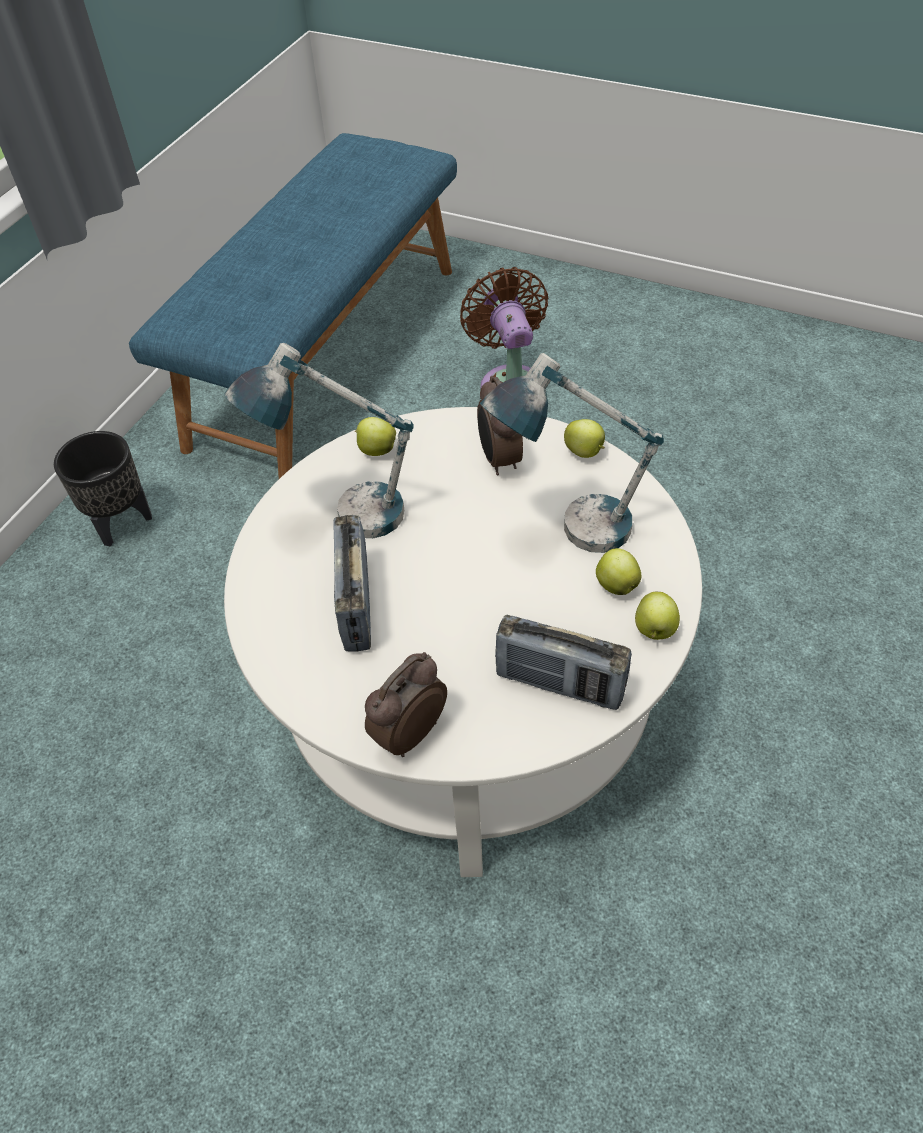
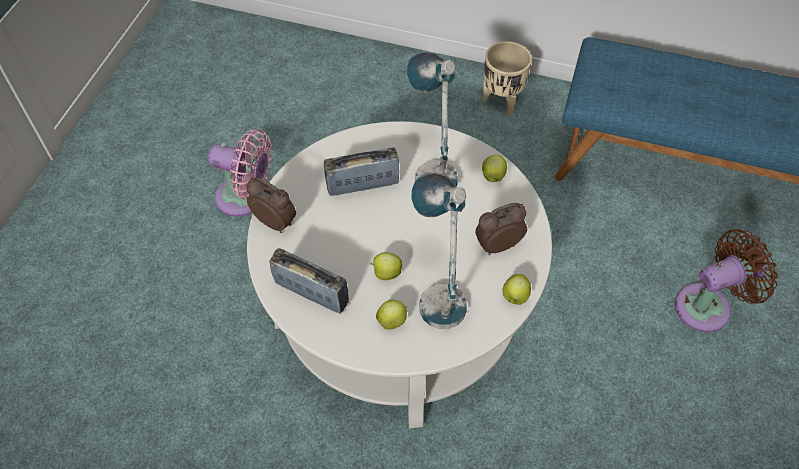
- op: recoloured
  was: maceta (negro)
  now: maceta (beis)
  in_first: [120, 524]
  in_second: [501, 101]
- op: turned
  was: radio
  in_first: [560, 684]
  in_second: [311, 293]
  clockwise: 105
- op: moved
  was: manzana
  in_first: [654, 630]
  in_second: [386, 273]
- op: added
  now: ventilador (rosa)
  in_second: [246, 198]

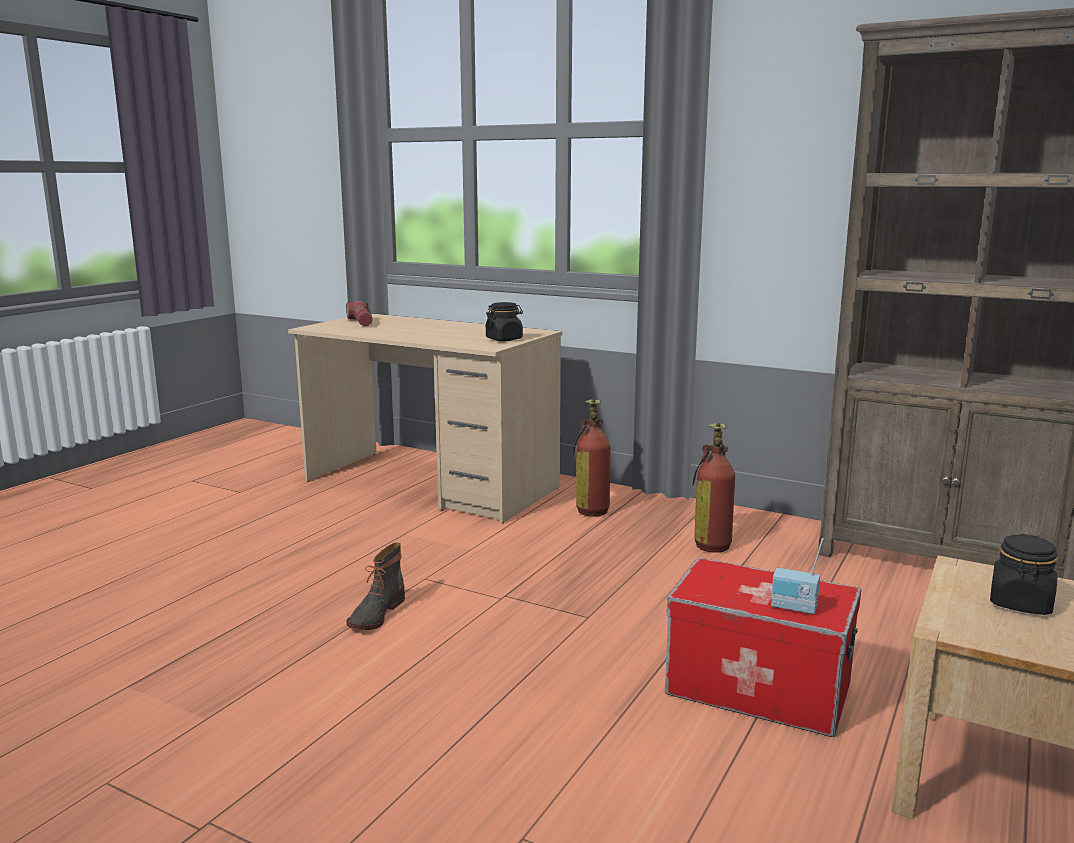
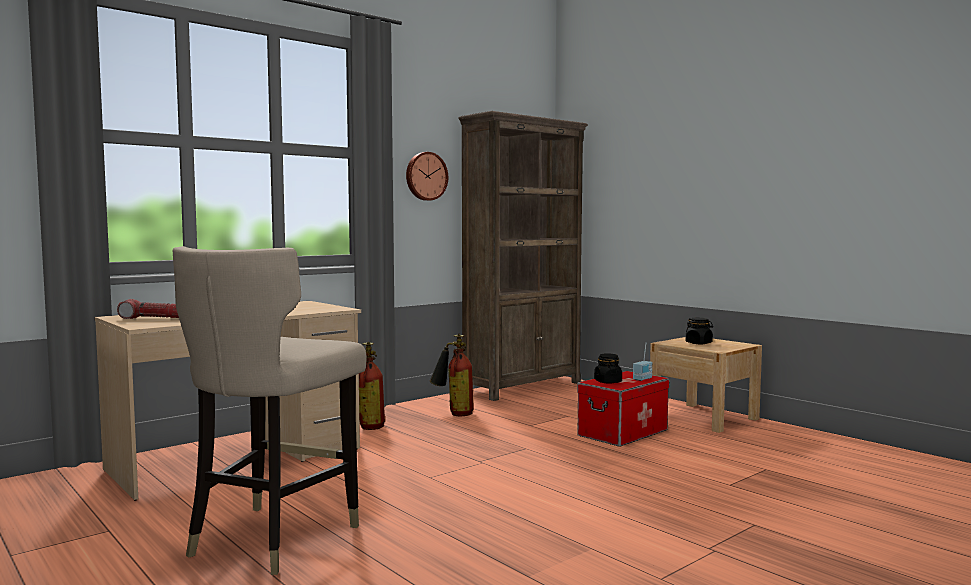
- op: removed
  was: bota
  in_first: [375, 614]
- op: moved
  was: tarro (negro)
  in_first: [504, 339]
  in_second: [607, 381]
- op: added
  now: taburete (beis)
  in_second: [272, 538]
- op: added
  now: reloj de pared
  in_second: [425, 176]

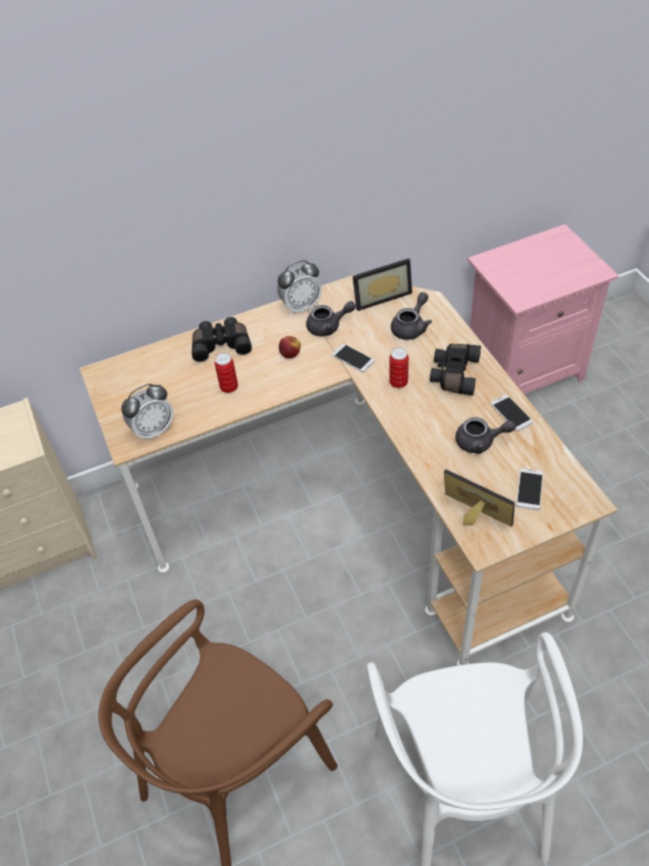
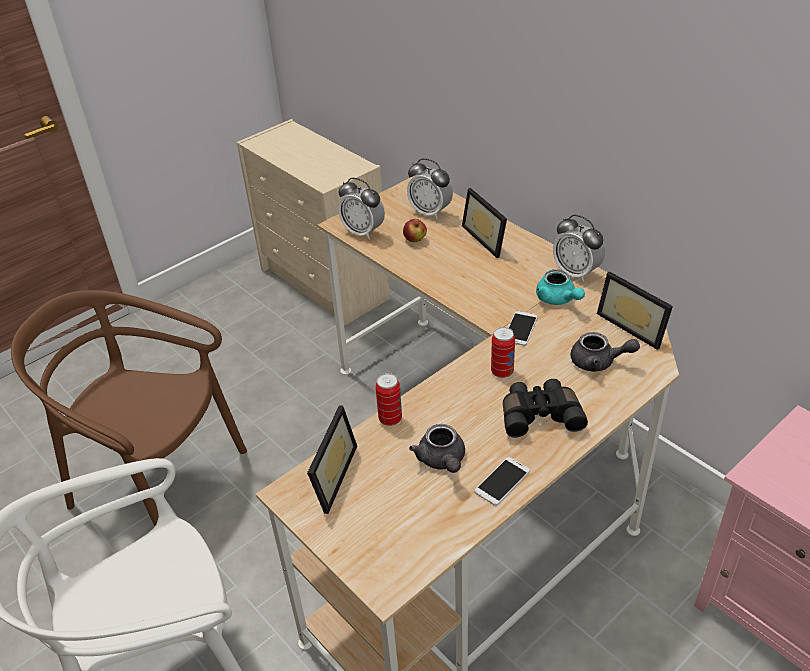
- op: replaced
  was: prismáticos (negro)
  now: portarretratos
  in_first: [221, 344]
  in_second: [489, 238]
- op: moved
  was: lata
  in_first: [229, 387]
  in_second: [390, 419]
- op: moved
  was: manzana
  in_first: [290, 354]
  in_second: [415, 240]
- op: recoloured
  was: tetera (gris)
  now: tetera (turquesa)
  in_first: [328, 326]
  in_second: [558, 299]
- op: removed
  was: móvil
  in_first: [529, 489]
- op: added
  now: despertador
  in_second: [430, 212]

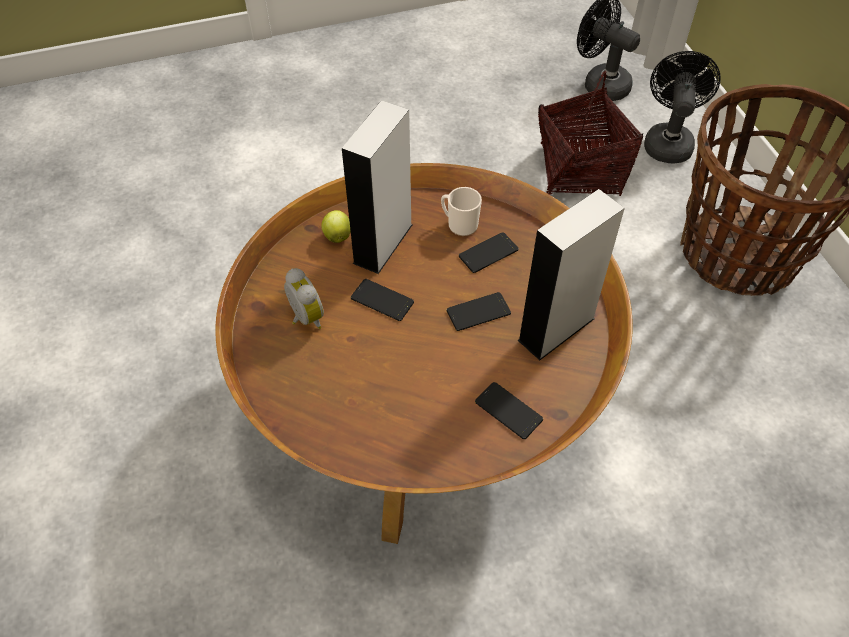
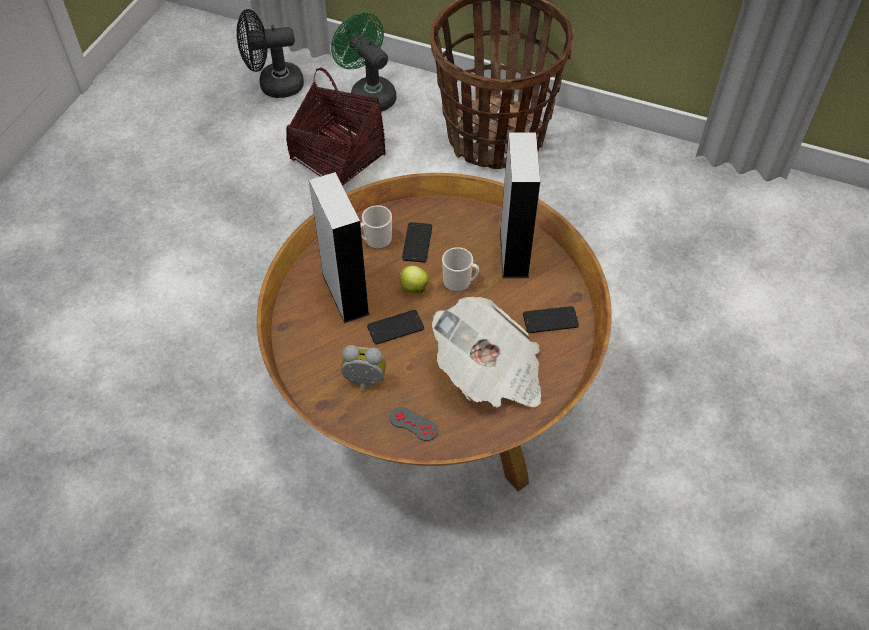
- op: moved
  was: manzana
  in_first: [337, 236]
  in_second: [413, 288]
- op: replaced
  was: móvil
  now: taza grande
  in_first: [478, 312]
  in_second: [460, 282]
- op: recoloured
  was: ventilador (negro)
  now: ventilador (verde)
  in_first: [668, 141]
  in_second: [368, 94]
- op: added
  now: mando de consola (gris)
  in_second: [413, 424]
- op: added
  now: periódico
  in_second: [490, 373]

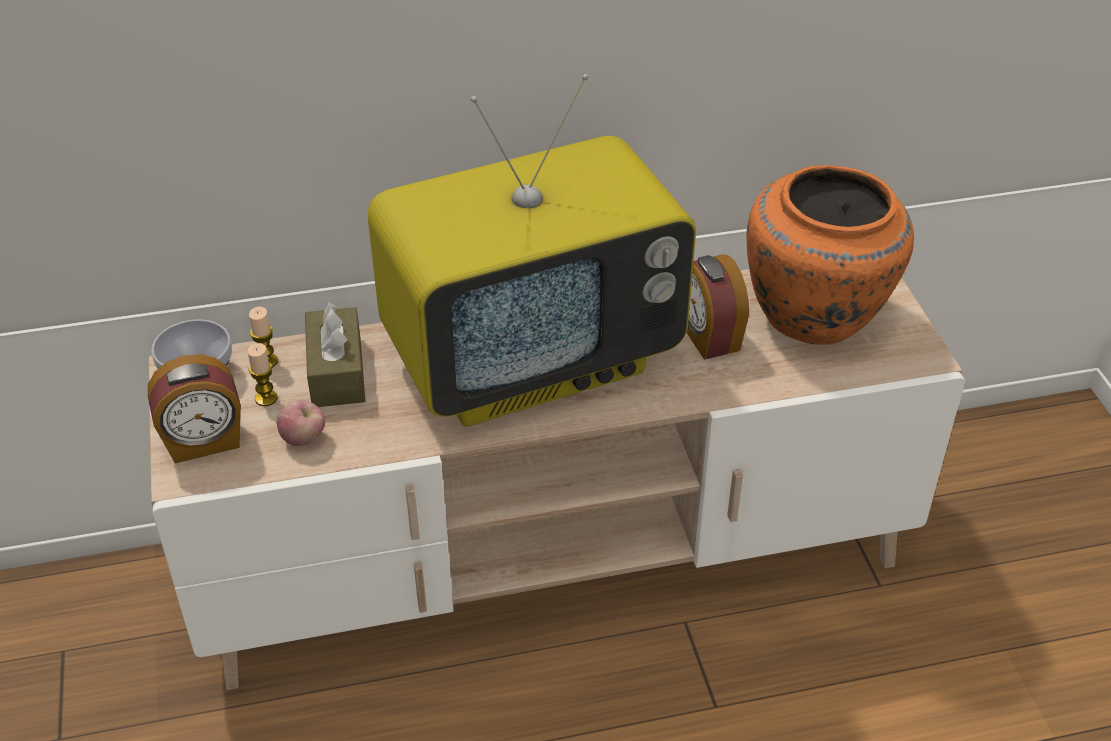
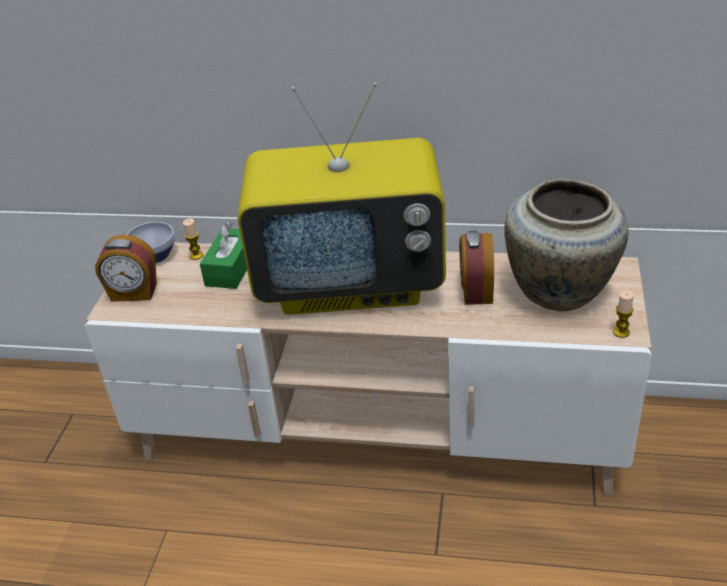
- op: moved
  was: vela
  in_first: [266, 398]
  in_second: [621, 332]
- op: removed
  was: manzana
  in_first: [303, 439]
- op: recoloured
  was: caja de pañuelos (marrón)
  now: caja de pañuelos (verde)
  in_first: [337, 372]
  in_second: [231, 269]
- op: recoloured
  was: florero (naranja)
  now: florero (beis)
  in_first: [816, 318]
  in_second: [560, 293]

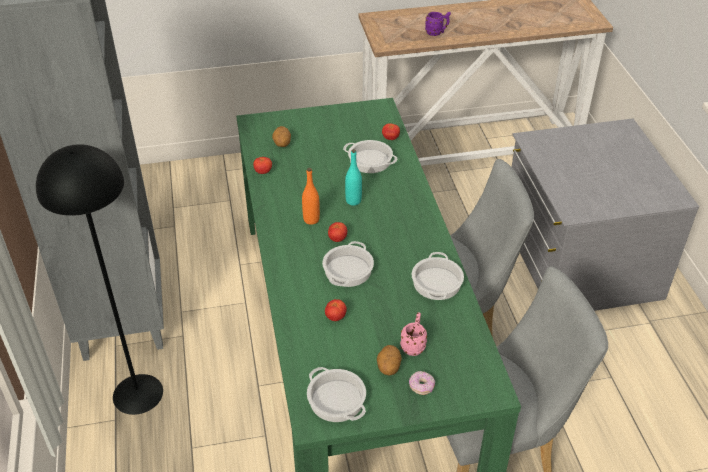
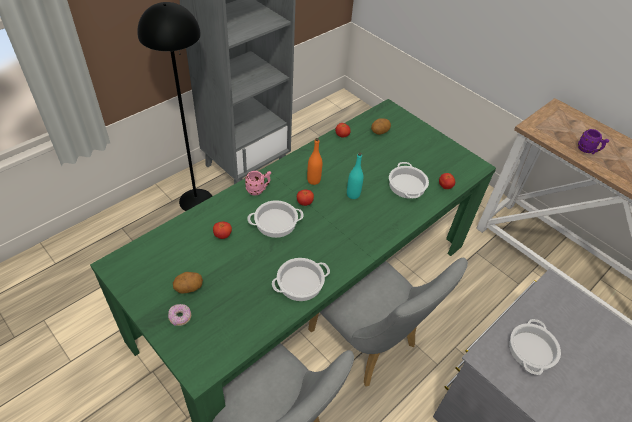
- op: moved
  was: olla
  in_first: [335, 400]
  in_second: [531, 349]
- op: moved
  was: taza grande (rosa)
  in_first: [413, 345]
  in_second: [258, 190]

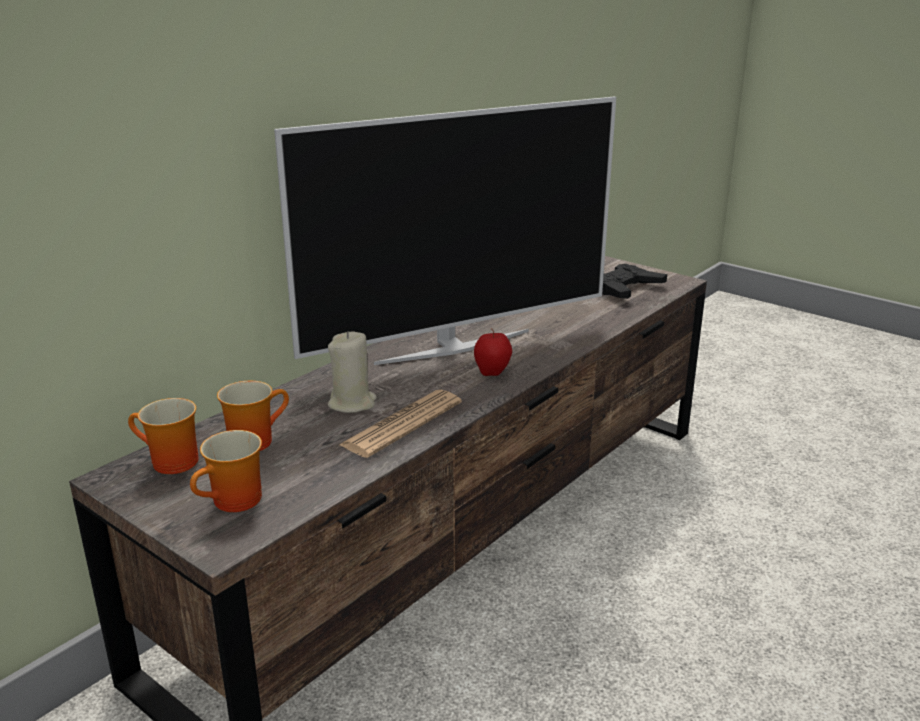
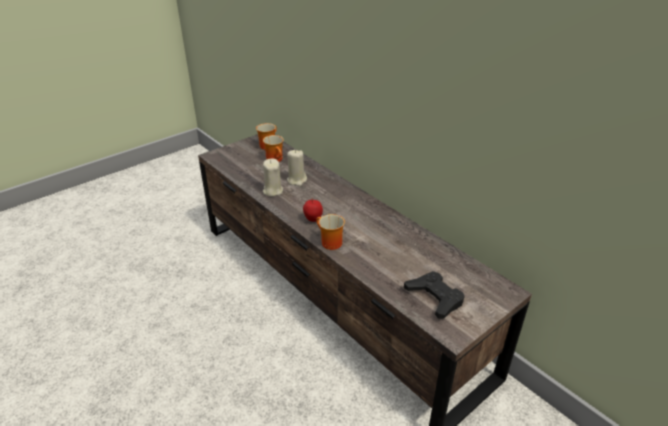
- op: moved
  was: taza grande
  in_first: [235, 503]
  in_second: [328, 243]
- op: removed
  was: televisor
  in_first: [452, 346]
- op: replaced
  was: periódico
  now: vela (beis)
  in_first: [402, 424]
  in_second: [272, 191]

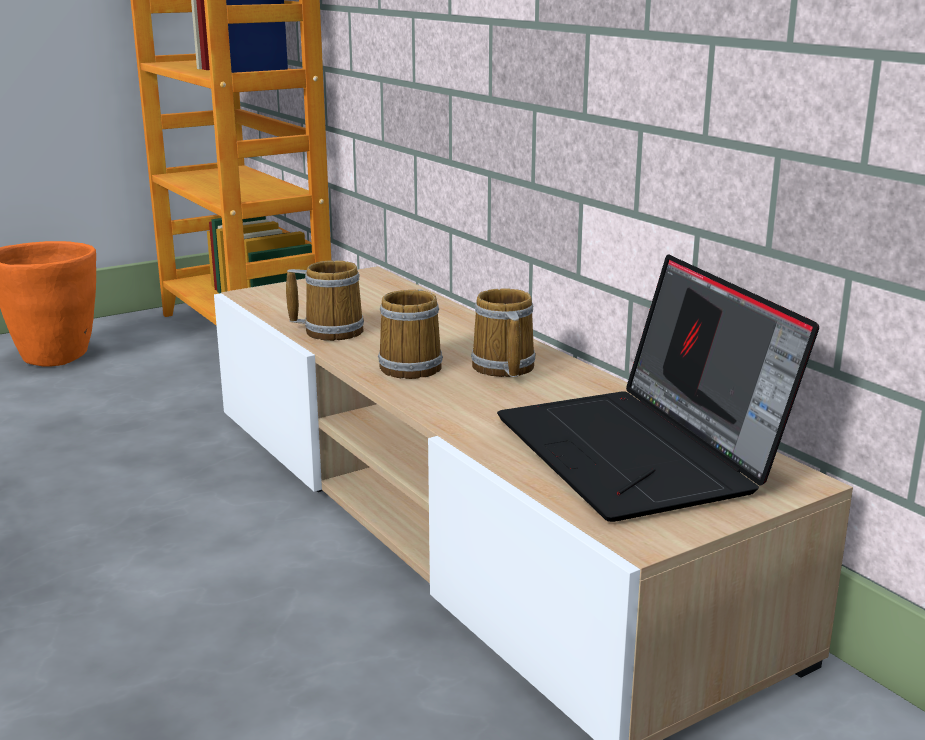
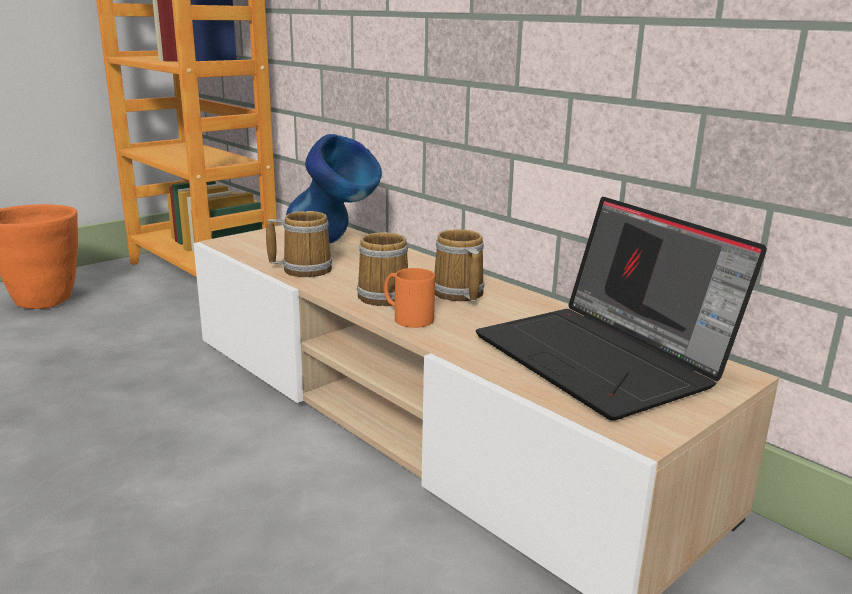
- op: added
  now: florero (azul)
  in_second: [333, 246]
- op: added
  now: taza grande (naranja)
  in_second: [406, 318]

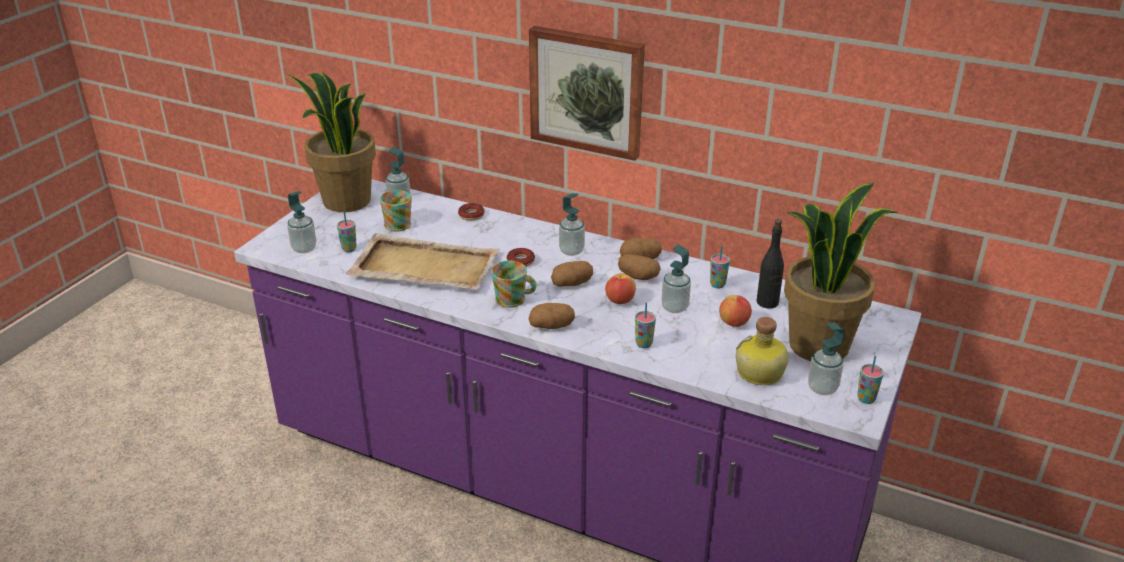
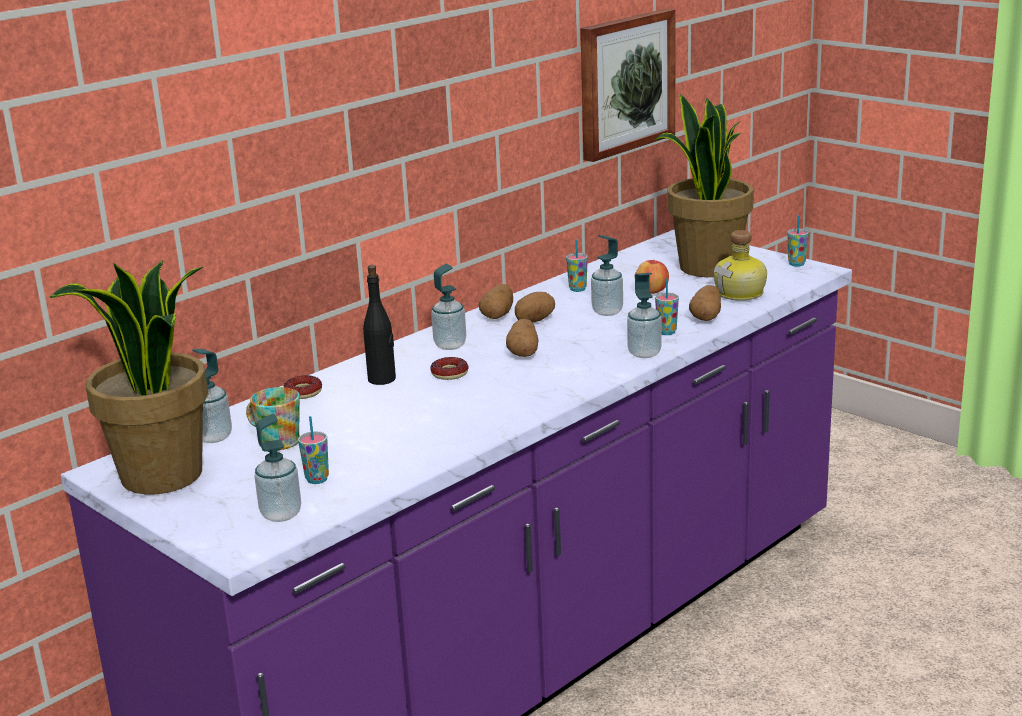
- op: removed
  was: bandeja (beis)
  in_first: [423, 266]
- op: removed
  was: taza grande
  in_first: [514, 300]
- op: moved
  was: cuadro
  in_first: [587, 91]
  in_second: [625, 83]
- op: moved
  was: patata
  in_first: [551, 326]
  in_second: [706, 317]
- op: removed
  was: manzana
  in_first: [620, 301]
- op: moved
  was: botella (negro)
  in_first: [767, 302]
  in_second: [382, 379]
- op: moved
  was: dispensador de jabón
  in_first: [822, 388]
  in_second: [644, 353]

